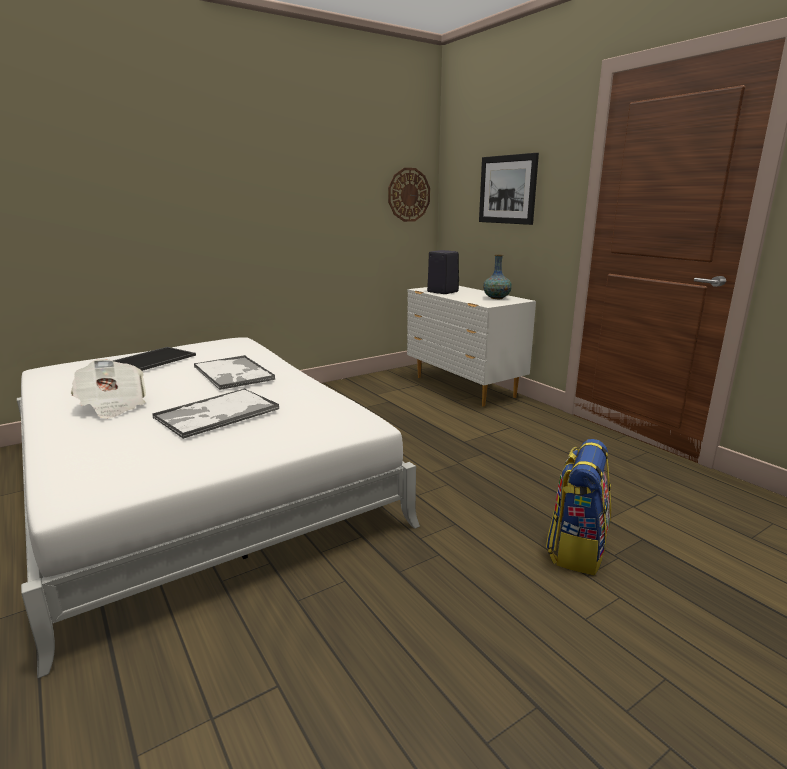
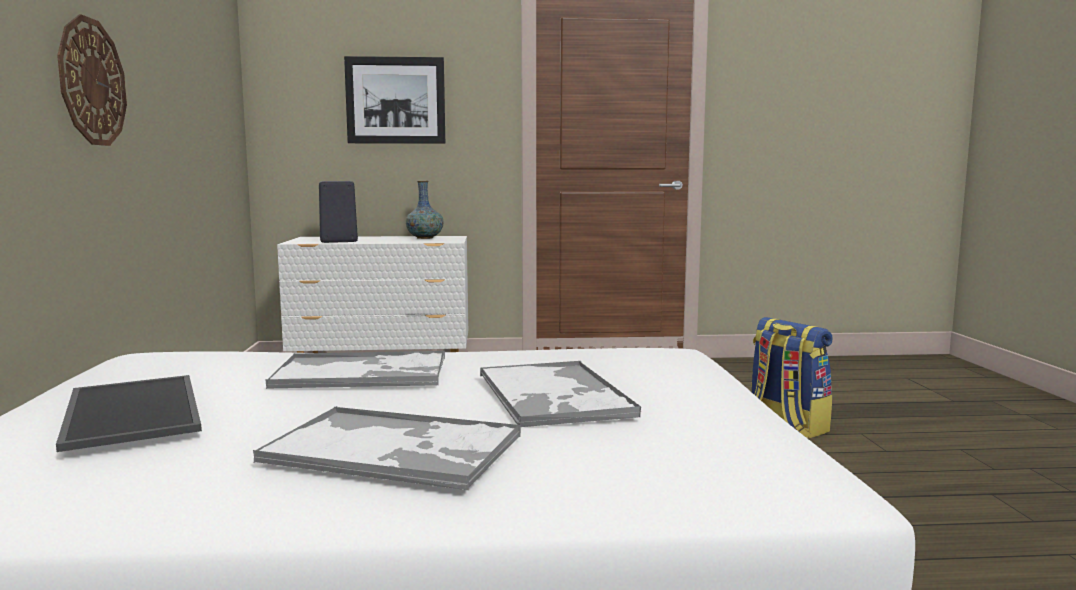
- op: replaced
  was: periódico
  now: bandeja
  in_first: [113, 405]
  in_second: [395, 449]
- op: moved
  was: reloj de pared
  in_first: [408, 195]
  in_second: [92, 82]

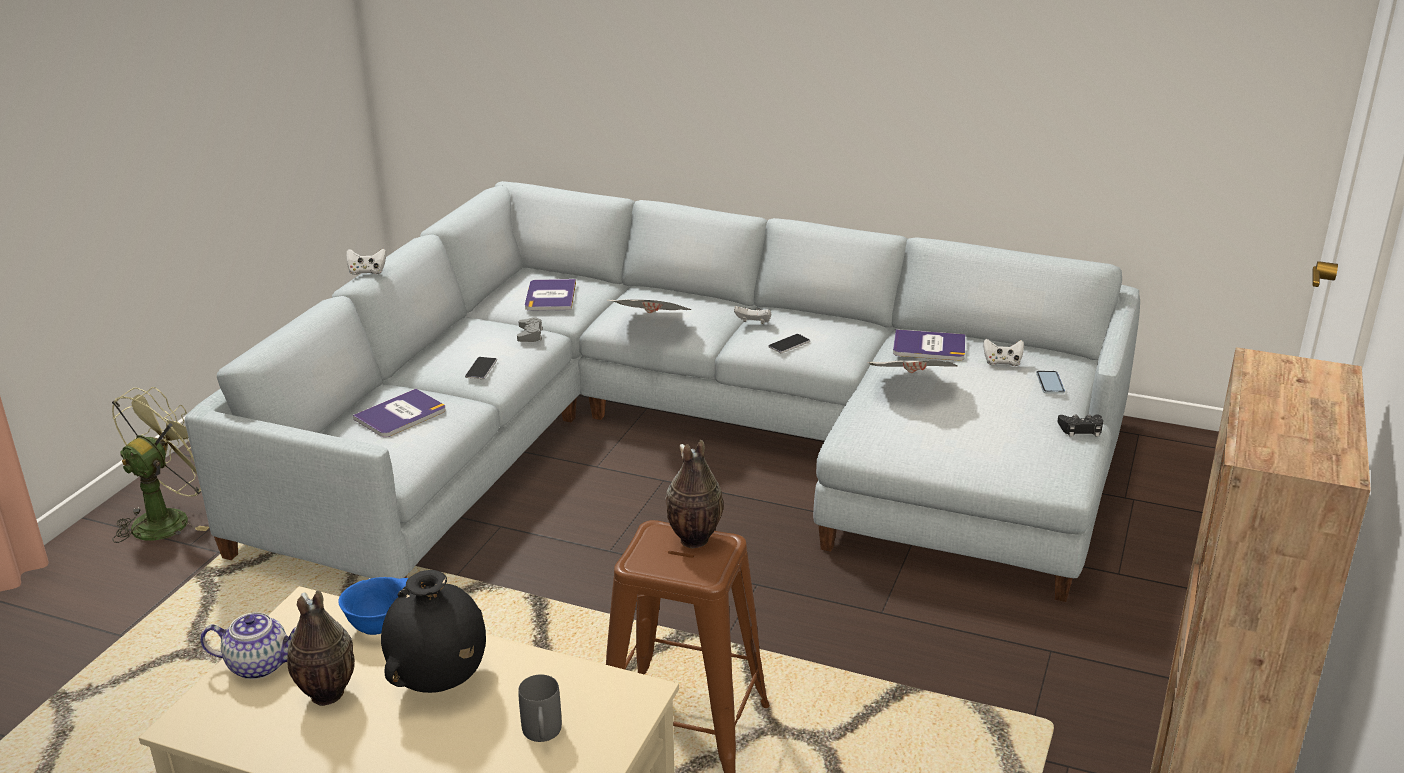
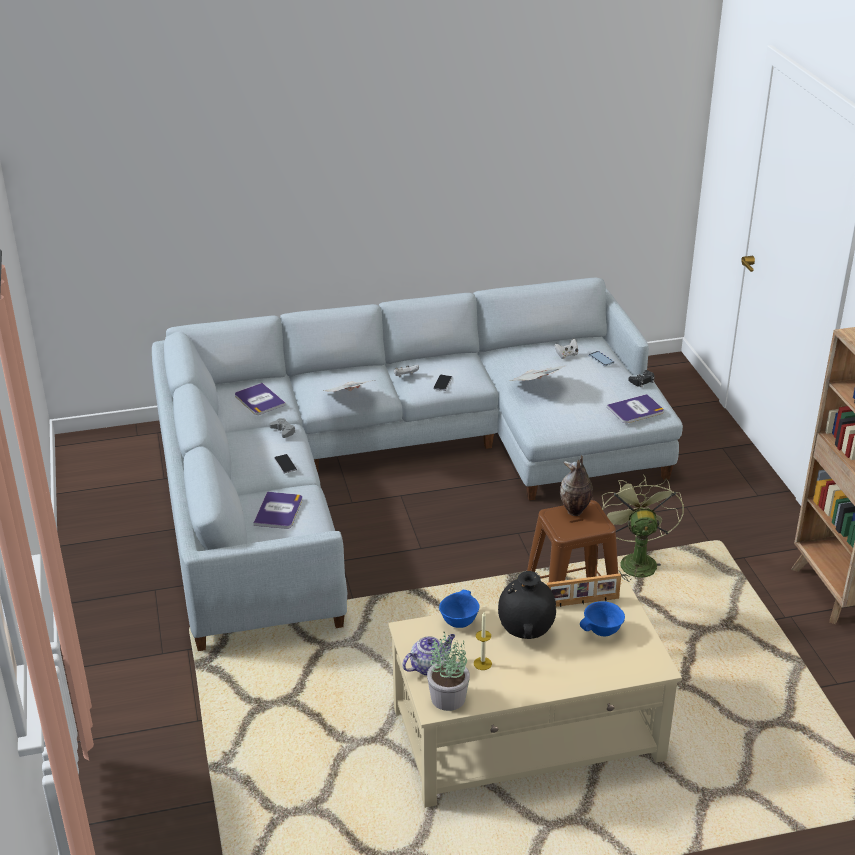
- op: moved
  was: ventilador (verde)
  in_first: [169, 519]
  in_second: [635, 560]
- op: replaced
  was: florero
  now: vela
  in_first: [326, 696]
  in_second: [482, 663]
- op: removed
  was: mando de consola (blanco)
  in_first: [367, 272]
- op: replaced
  was: taza grande (gris)
  now: cuenco (azul)
  in_first: [542, 735]
  in_second: [602, 632]
- op: moved
  was: libro
  in_first: [929, 347]
  in_second: [635, 410]
- op: added
  now: planta en maceta
  in_second: [447, 698]
- op: added
  now: portarretratos
  in_second: [582, 603]

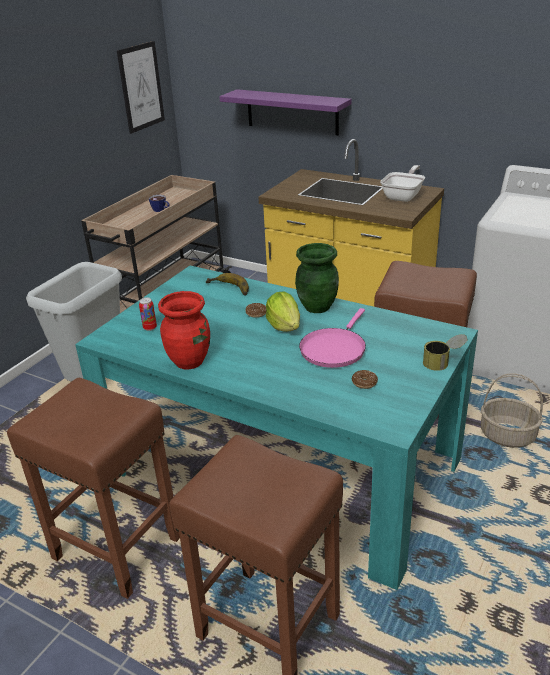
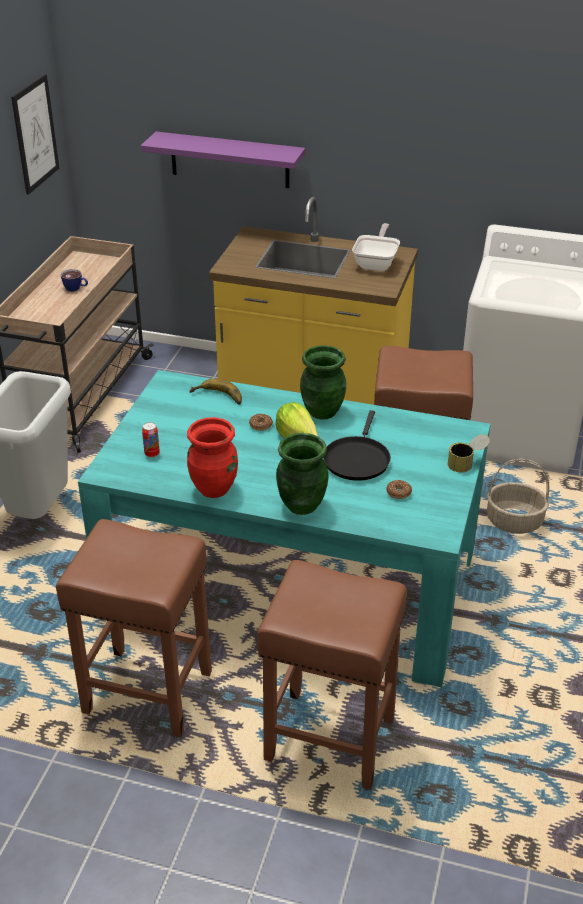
- op: recoloured
  was: sartén (rosa)
  now: sartén (negro)
  in_first: [334, 349]
  in_second: [357, 459]
- op: added
  now: florero (verde)
  in_second: [301, 505]

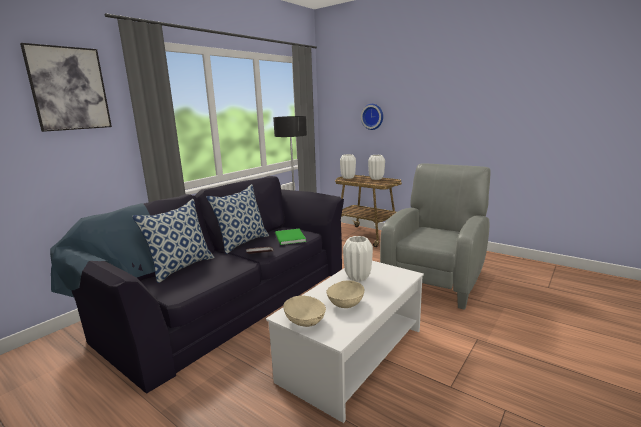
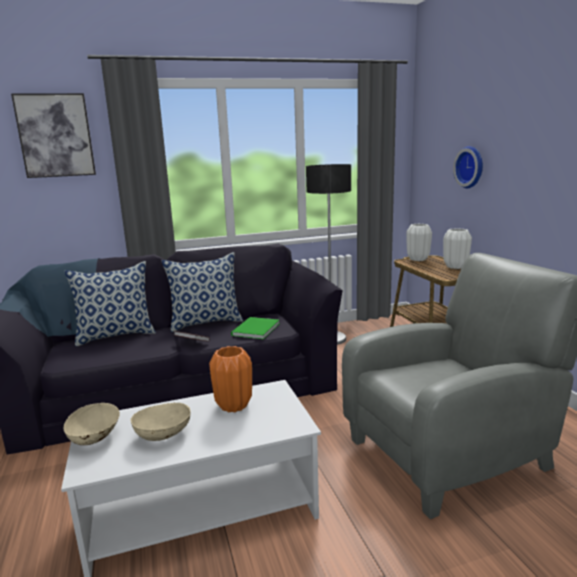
- op: recoloured
  was: florero (blanco)
  now: florero (naranja)
  in_first: [358, 277]
  in_second: [234, 406]

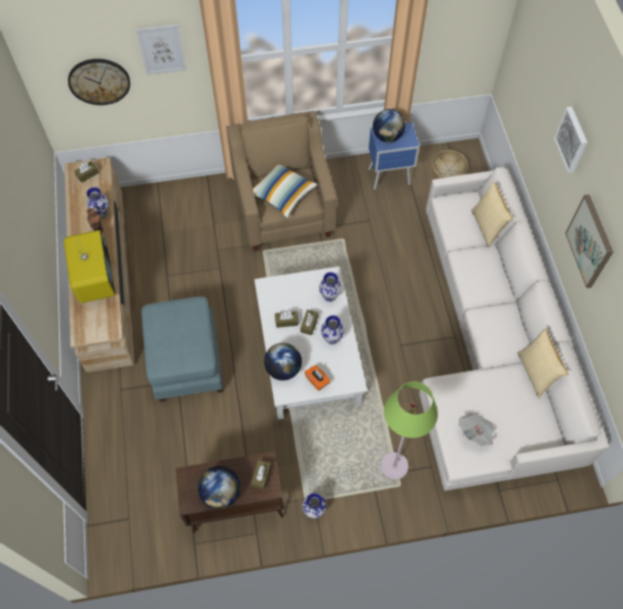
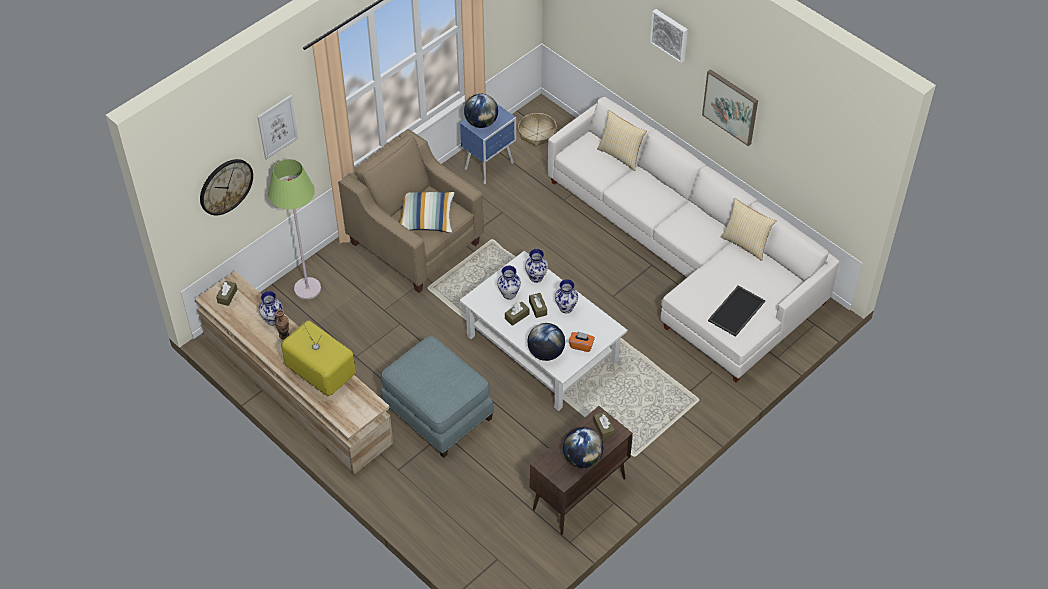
- op: moved
  was: florero
  in_first: [313, 510]
  in_second: [509, 294]
- op: moved
  was: lámpara de pie (verde)
  in_first: [394, 466]
  in_second: [307, 289]
- op: replaced
  was: periódico
  now: bandeja
  in_first: [477, 432]
  in_second: [736, 310]

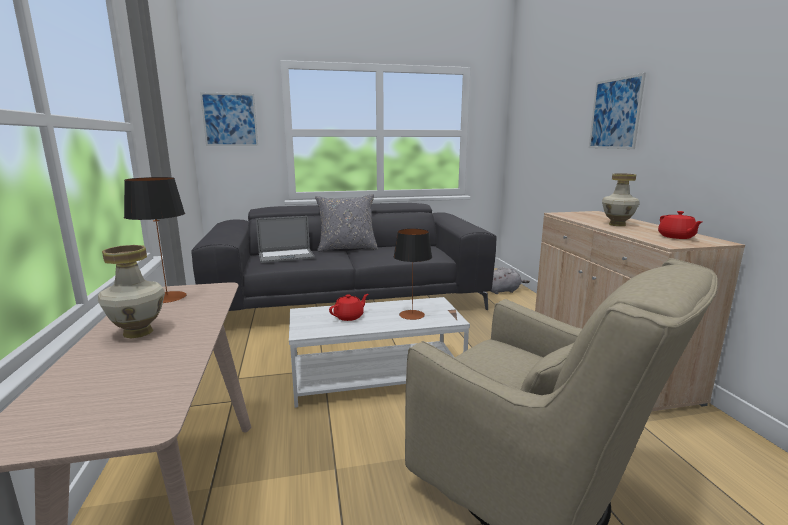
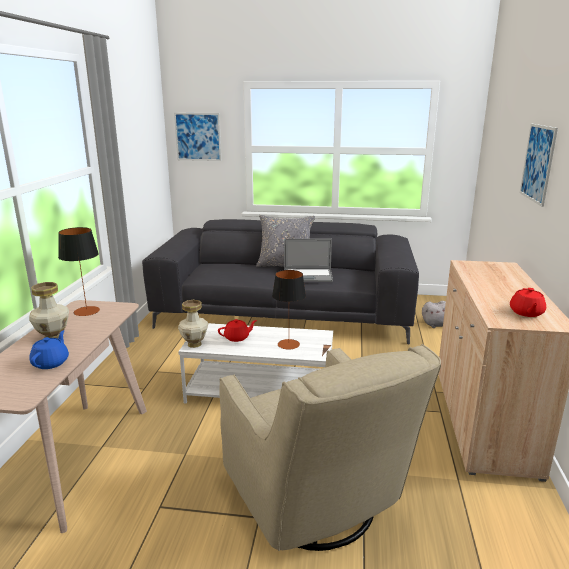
- op: moved
  was: portátil
  in_first: [286, 256]
  in_second: [307, 276]
- op: moved
  was: florero
  in_first: [616, 224]
  in_second: [194, 344]
- op: added
  now: tetera (azul)
  in_second: [51, 362]

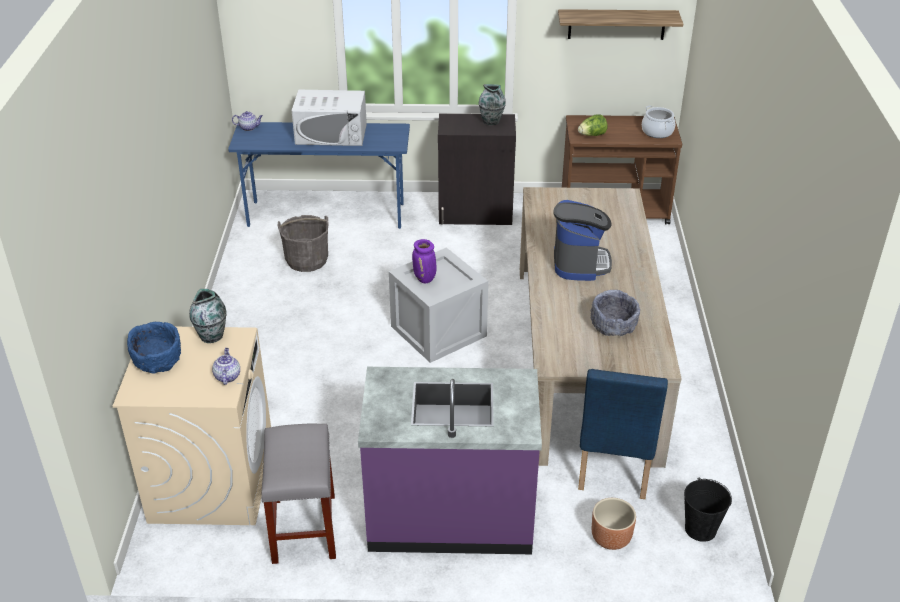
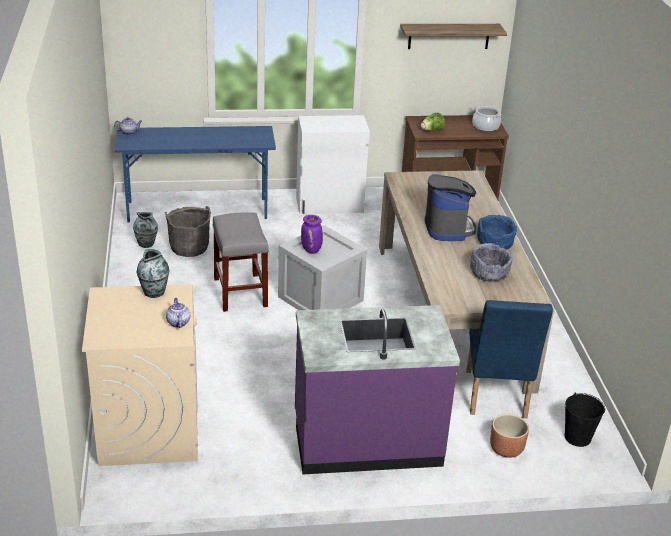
- op: moved
  was: cuenco (azul)
  in_first: [158, 361]
  in_second: [495, 244]
- op: moved
  was: taburete (gris)
  in_first: [303, 527]
  in_second: [240, 292]
- op: removed
  was: microondas (blanco)
  in_first: [331, 134]
- op: recoloured
  was: armario (negro)
  now: armario (blanco)
  in_first: [476, 214]
  in_second: [330, 205]
- op: moved
  was: florero
  in_first: [491, 121]
  in_second: [146, 244]

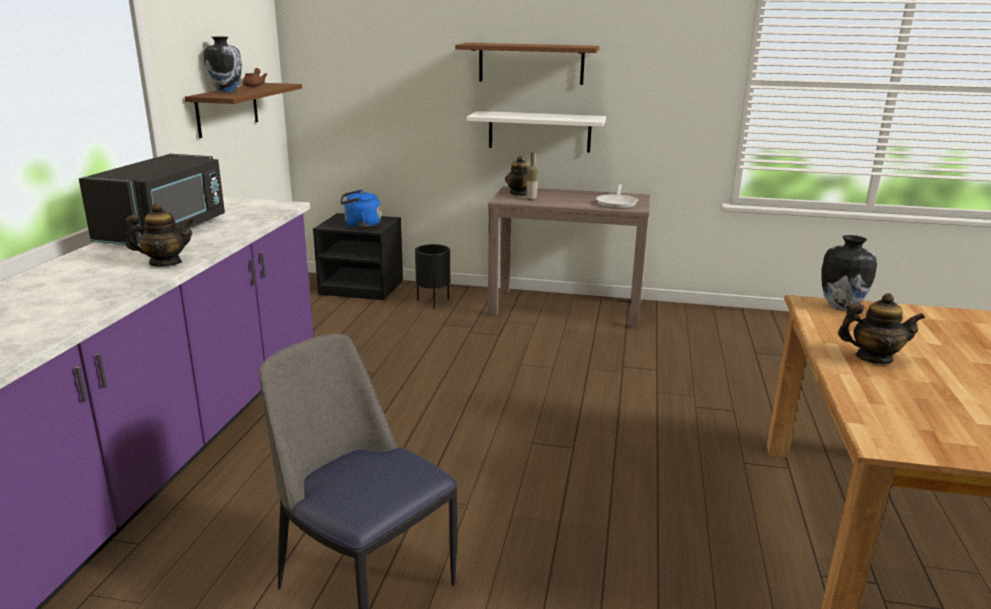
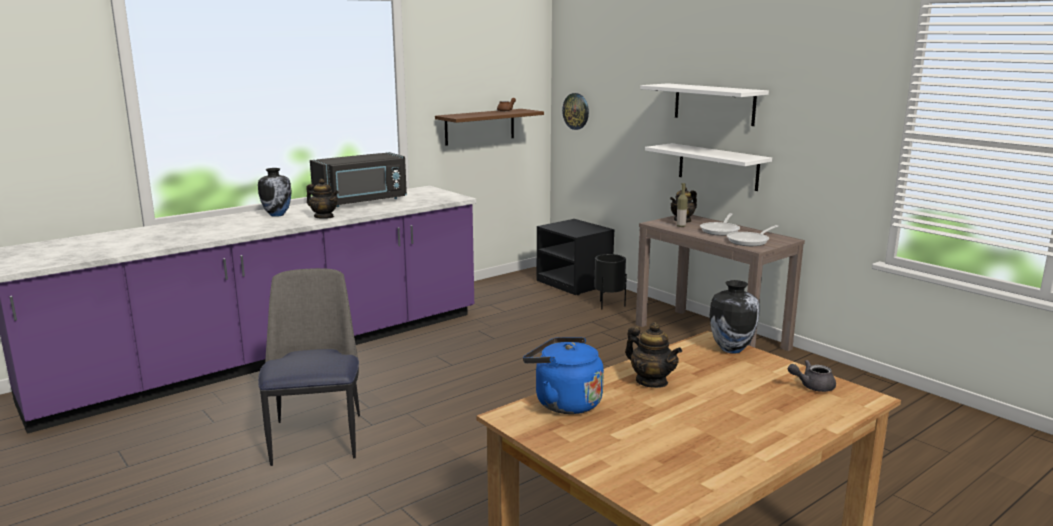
- op: moved
  was: florero
  in_first: [226, 91]
  in_second: [277, 215]
- op: moved
  was: hervidor (azul)
  in_first: [360, 225]
  in_second: [563, 403]
- op: recoloured
  was: estante (marrón)
  now: estante (blanco)
  in_first: [531, 63]
  in_second: [714, 104]
- op: added
  now: reloj de pared
  in_second: [576, 111]
- op: added
  now: sartén
  in_second: [721, 230]
- op: added
  now: tetera (gris)
  in_second: [812, 386]

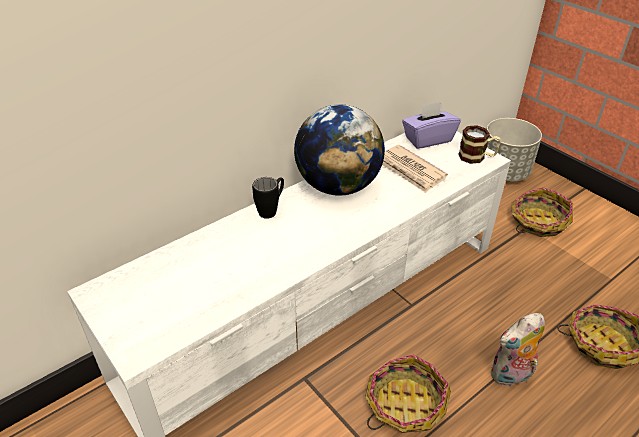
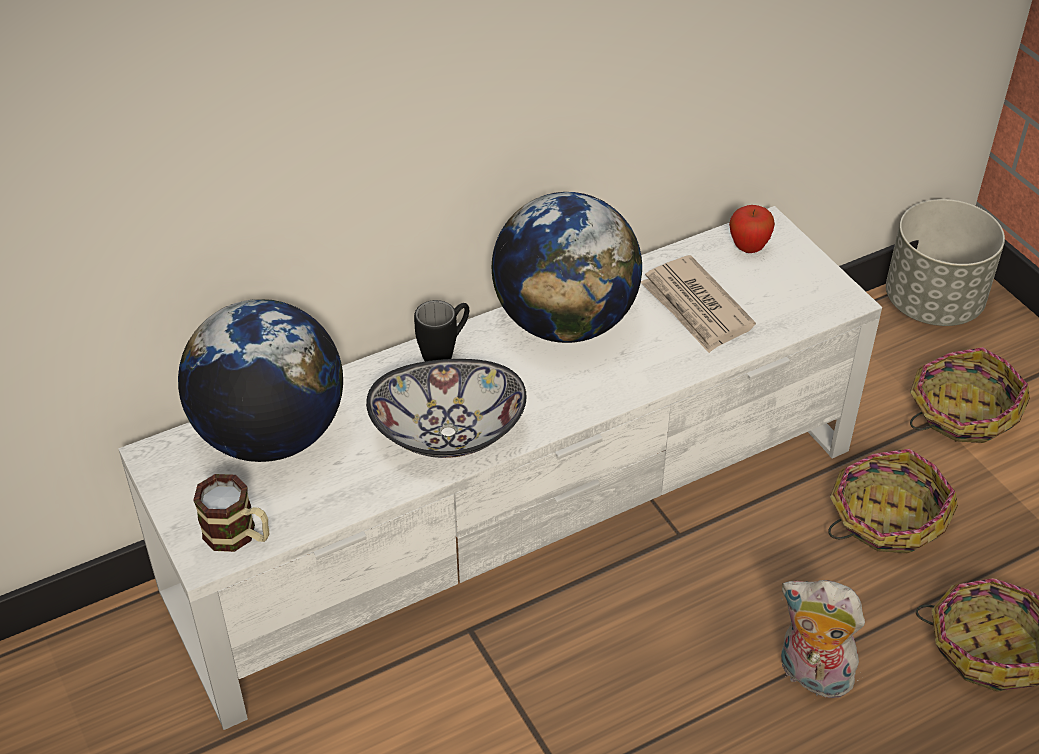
- op: moved
  was: cesta
  in_first: [404, 404]
  in_second: [885, 518]
- op: replaced
  was: caja de pañuelos (morado)
  now: manzana
  in_first: [428, 139]
  in_second: [748, 248]
- op: moved
  was: taza grande
  in_first: [477, 157]
  in_second: [239, 535]
- op: turned
  was: peluche
  in_first: [511, 376]
  in_second: [811, 676]
  clockwise: 45
- op: added
  now: globo terráqueo
  in_second: [270, 435]
- op: added
  now: cuenco
  in_second: [448, 434]

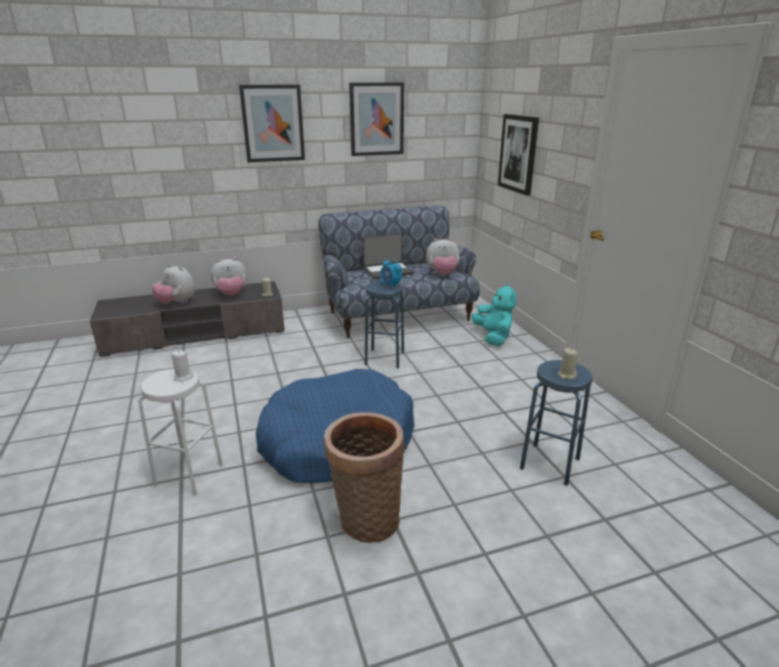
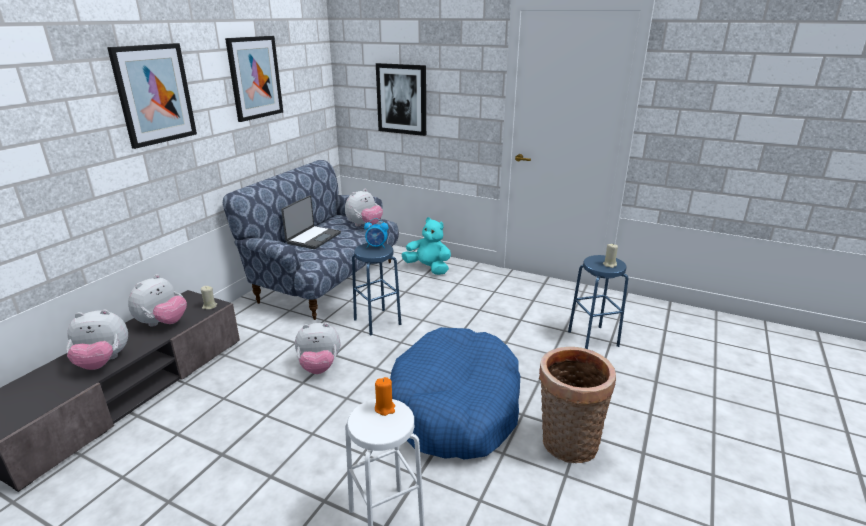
- op: recoloured
  was: vela (blanco)
  now: vela (naranja)
  in_first: [183, 377]
  in_second: [385, 408]
- op: added
  now: peluche
  in_second: [319, 367]

